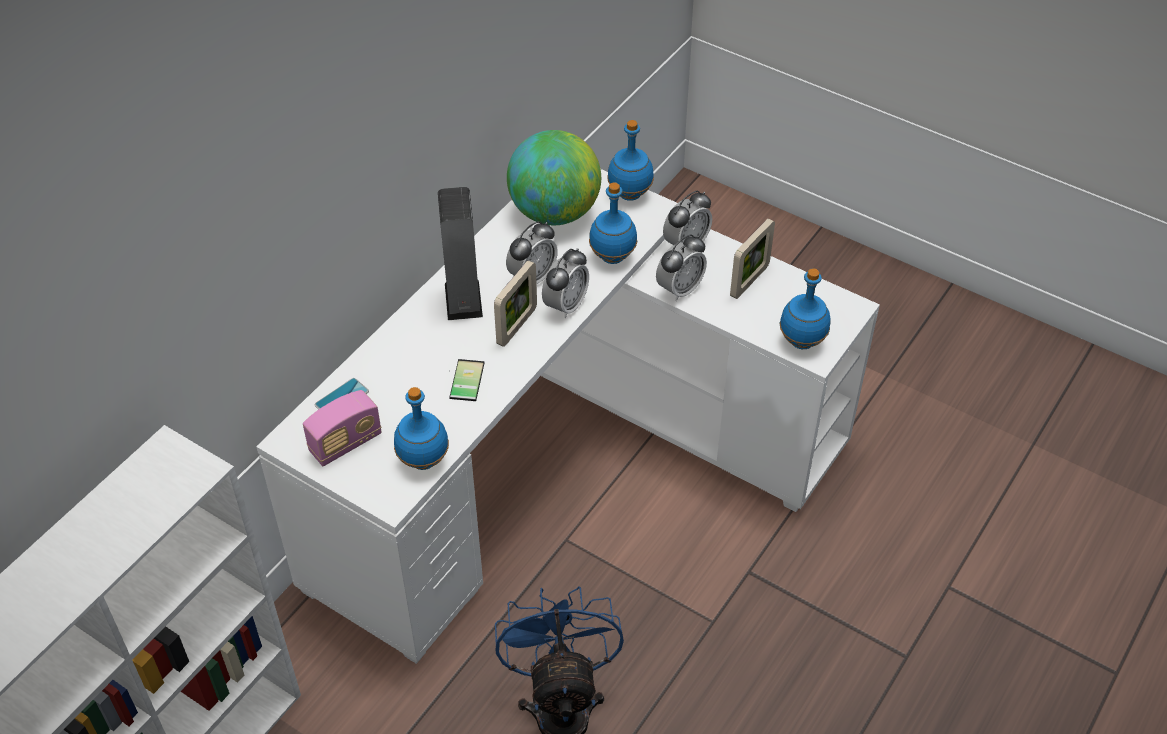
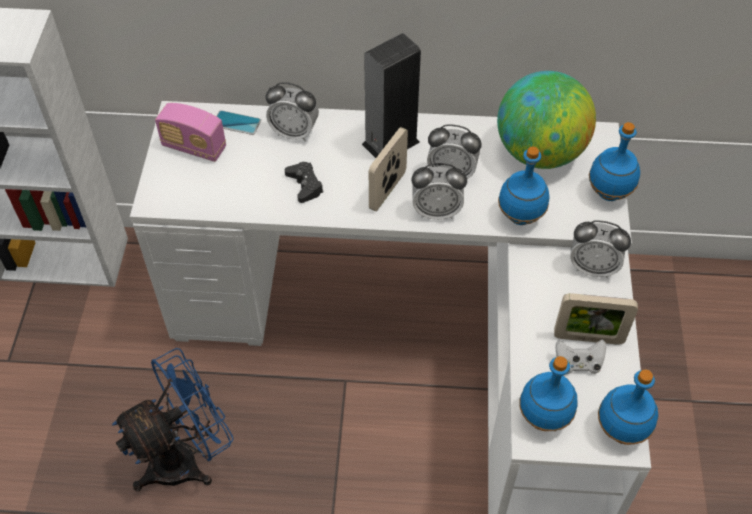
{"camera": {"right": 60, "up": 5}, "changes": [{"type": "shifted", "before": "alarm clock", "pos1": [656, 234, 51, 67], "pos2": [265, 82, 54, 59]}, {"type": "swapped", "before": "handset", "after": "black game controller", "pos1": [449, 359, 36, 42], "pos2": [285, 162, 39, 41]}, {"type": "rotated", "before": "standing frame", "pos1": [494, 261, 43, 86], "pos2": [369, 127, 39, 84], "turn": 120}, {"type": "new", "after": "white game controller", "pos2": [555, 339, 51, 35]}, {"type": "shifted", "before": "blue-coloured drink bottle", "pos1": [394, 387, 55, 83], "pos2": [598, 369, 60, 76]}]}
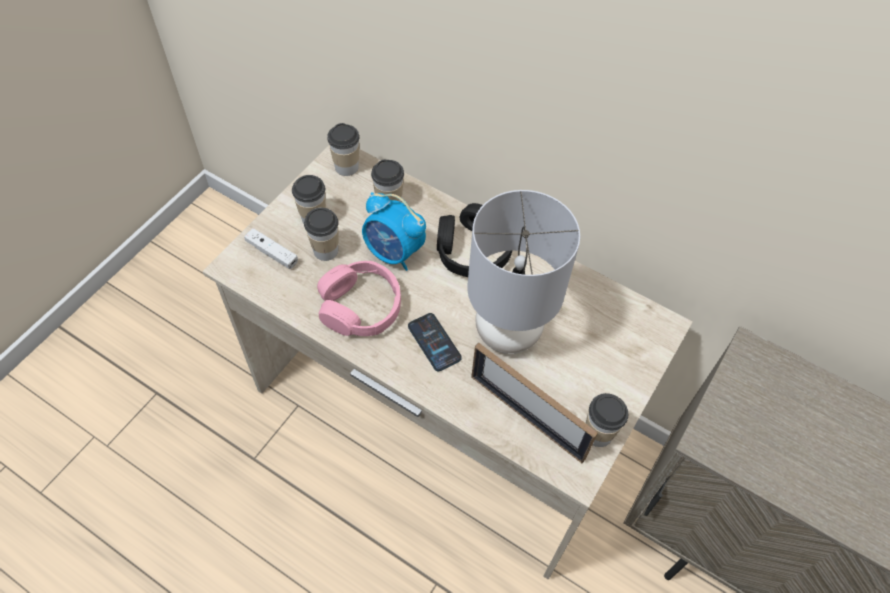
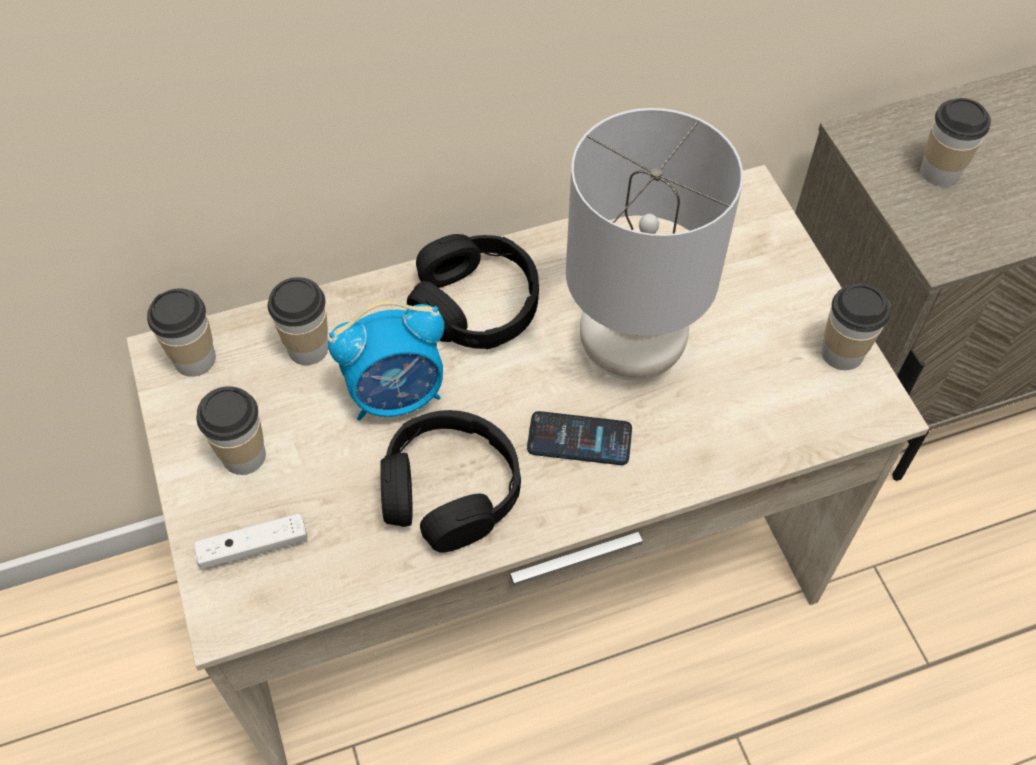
{"camera": {"right": -50, "up": 0}, "changes": [{"type": "repainted", "before": "pink pair of headphones", "after": "black pair of headphones", "pos1": [317, 261, 84, 75], "pos2": [380, 410, 141, 143]}, {"type": "shifted", "before": "drinking cup", "pos1": [304, 208, 35, 53], "pos2": [920, 98, 71, 89]}, {"type": "gone", "before": "standing frame", "pos1": [471, 343, 127, 120]}]}
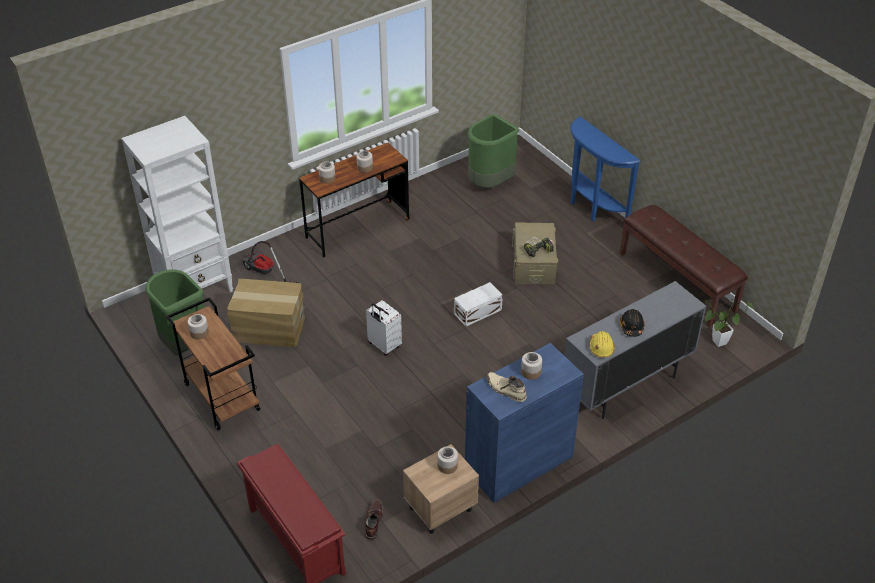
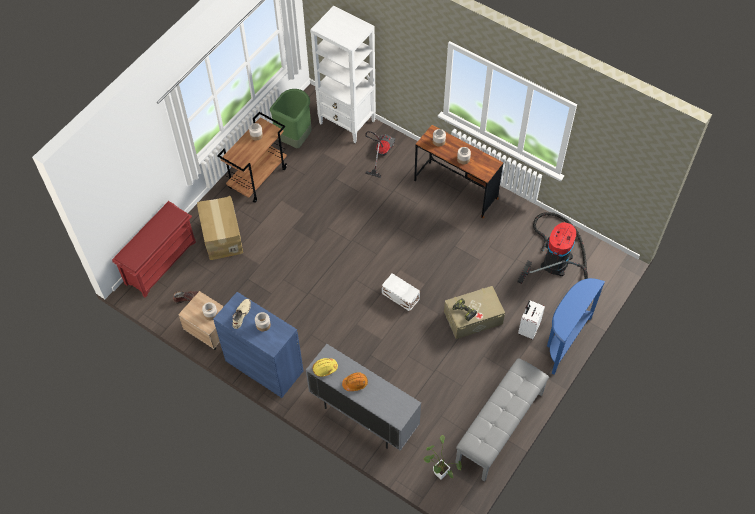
{"camera": {"right": 70, "up": 15}, "changes": [{"type": "shifted", "before": "packing box", "pos1": [227, 279, 78, 68], "pos2": [197, 196, 46, 64]}, {"type": "repainted", "before": "black work helmet", "after": "orange-coloured work helmet", "pos1": [620, 309, 25, 28], "pos2": [342, 372, 26, 19]}, {"type": "repainted", "before": "brownish bench", "after": "grey bench", "pos1": [620, 205, 128, 122], "pos2": [455, 358, 94, 124]}, {"type": "swapped", "before": "green rubbish bin", "after": "vacuum cleaner", "pos1": [468, 114, 51, 74], "pos2": [518, 212, 70, 72]}, {"type": "shifted", "before": "white suitcase", "pos1": [366, 300, 36, 56], "pos2": [518, 300, 27, 39]}]}
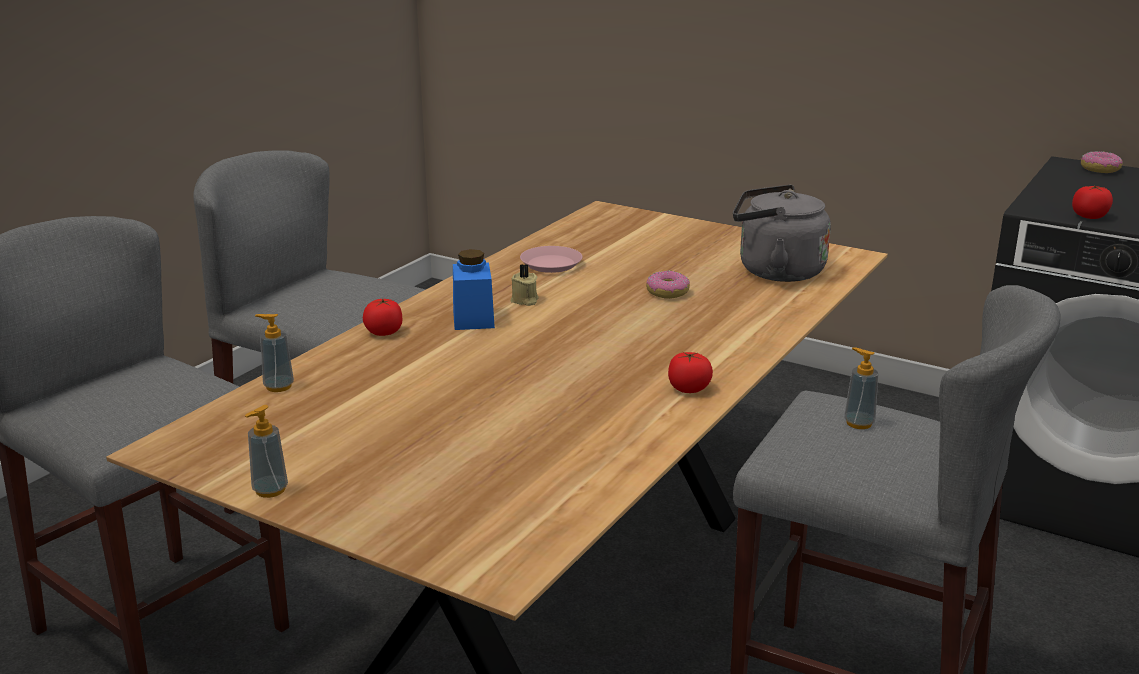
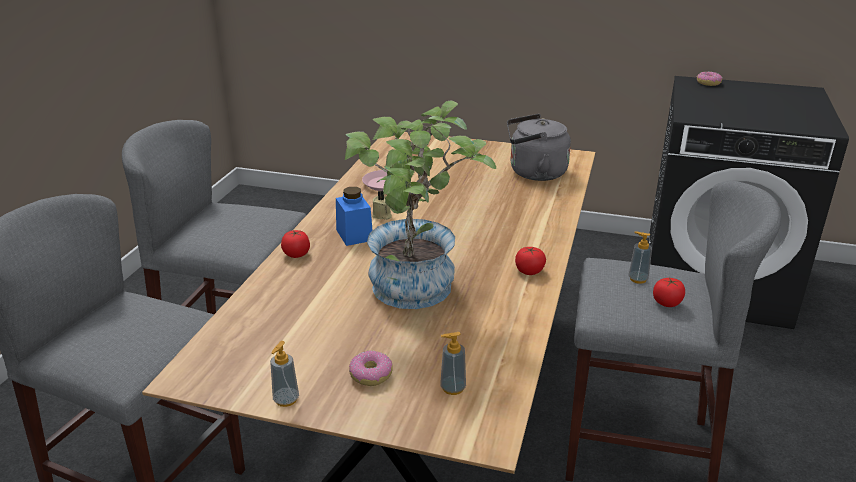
{"camera": {"right": -15, "up": 5}, "changes": [{"type": "new", "after": "houseplant", "pos2": [345, 100, 151, 209]}, {"type": "shifted", "before": "ring doughnut", "pos1": [646, 270, 44, 29], "pos2": [349, 351, 44, 35]}, {"type": "shifted", "before": "soap bottle", "pos1": [255, 314, 39, 78], "pos2": [440, 332, 26, 63]}, {"type": "shifted", "before": "fresh tomato", "pos1": [1072, 186, 41, 33], "pos2": [653, 278, 32, 29]}]}
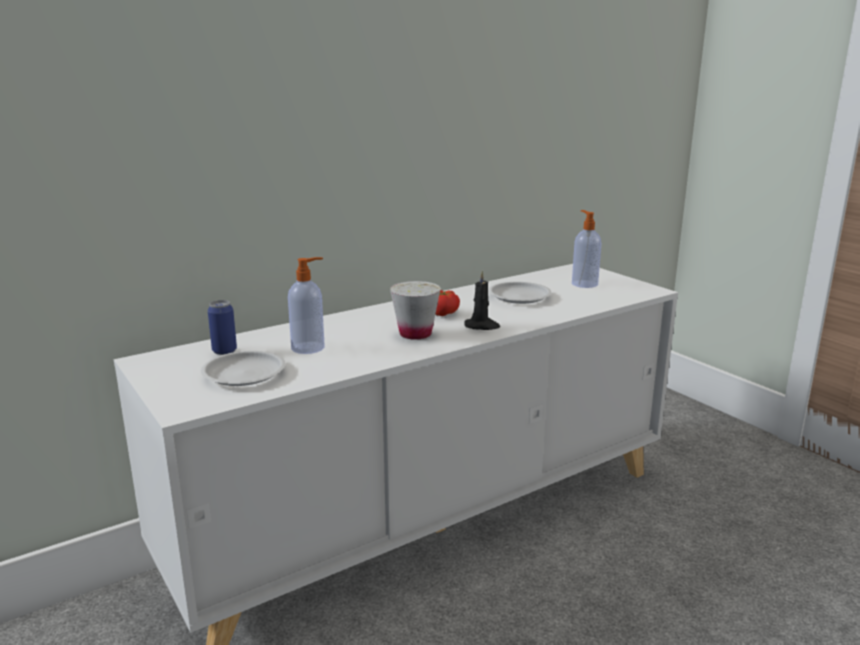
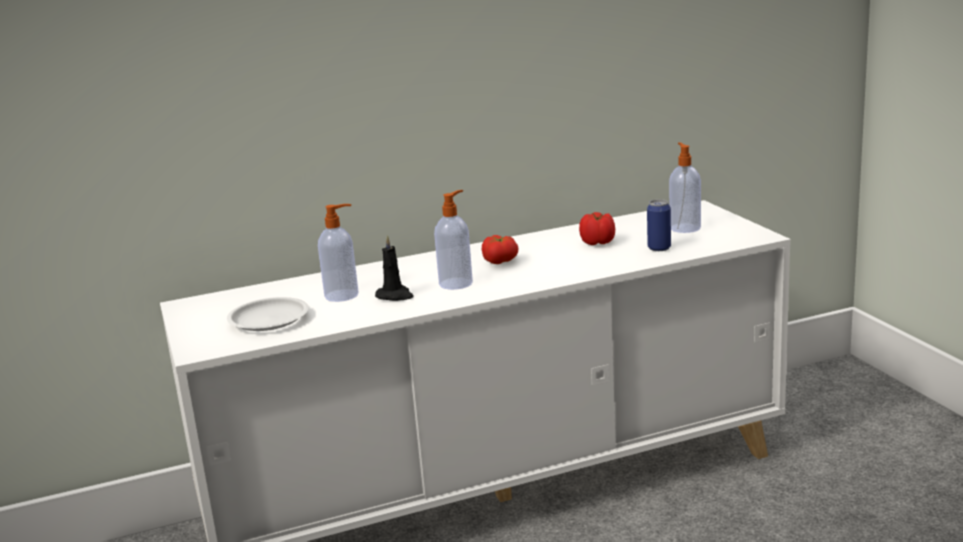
{"camera": {"right": 15, "up": 0}, "changes": [{"type": "shifted", "before": "black wax light", "pos1": [464, 271, 36, 59], "pos2": [375, 235, 39, 66]}, {"type": "swapped", "before": "white drinking cup", "after": "soap bottle", "pos1": [390, 281, 51, 59], "pos2": [434, 190, 39, 100]}, {"type": "swapped", "before": "white flat dish", "after": "fresh tomato", "pos1": [488, 282, 64, 22], "pos2": [579, 212, 36, 33]}, {"type": "shifted", "before": "can", "pos1": [208, 300, 29, 55], "pos2": [647, 199, 24, 52]}]}
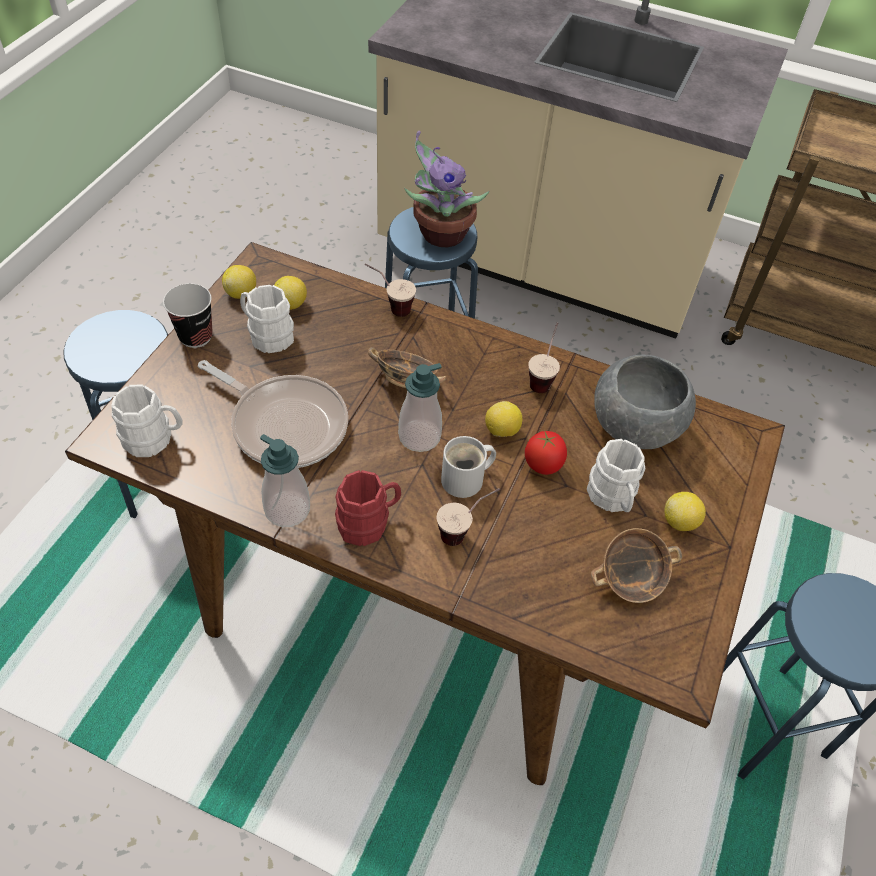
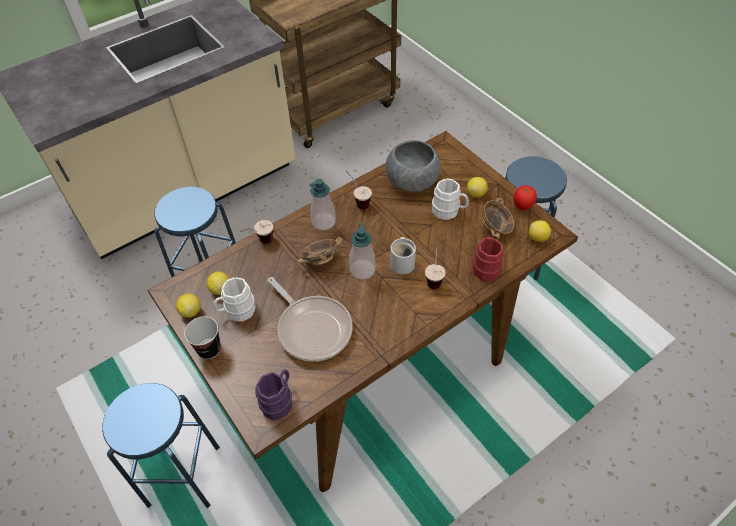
{"camera": {"right": -55, "up": 0}, "changes": [{"type": "repainted", "before": "white tea mug", "after": "purplish tea mug", "pos1": [111, 384, 71, 73], "pos2": [255, 369, 37, 51]}, {"type": "rotated", "before": "pan", "pos1": [198, 360, 150, 108], "pos2": [267, 277, 86, 85], "turn": 75}, {"type": "shifted", "before": "soap bottle", "pos1": [260, 434, 50, 93], "pos2": [309, 179, 27, 51]}, {"type": "shifted", "before": "reddish tea mug", "pos1": [335, 470, 66, 76], "pos2": [473, 236, 31, 46]}, {"type": "shifted", "before": "fresh tomato", "pos1": [525, 430, 42, 45], "pos2": [513, 185, 24, 25]}, {"type": "shifted", "before": "lemon", "pos1": [485, 401, 37, 36], "pos2": [529, 220, 22, 22]}, {"type": "gone", "before": "houseplant", "pos1": [404, 130, 85, 117]}]}
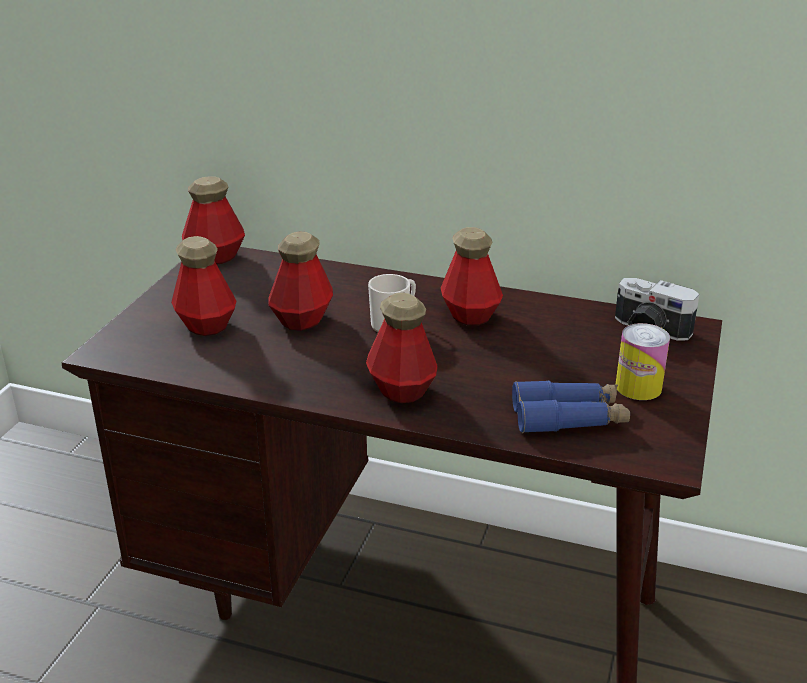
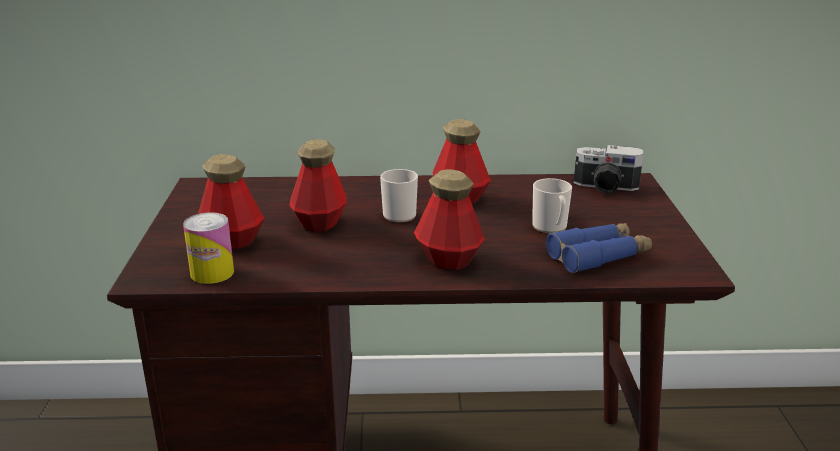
{"camera": {"right": -20, "up": -5}, "changes": [{"type": "shifted", "before": "can", "pos1": [615, 323, 55, 77], "pos2": [183, 212, 51, 72]}, {"type": "new", "after": "tea mug", "pos2": [532, 178, 40, 55]}, {"type": "gone", "before": "drink bottle", "pos1": [182, 176, 63, 88]}]}
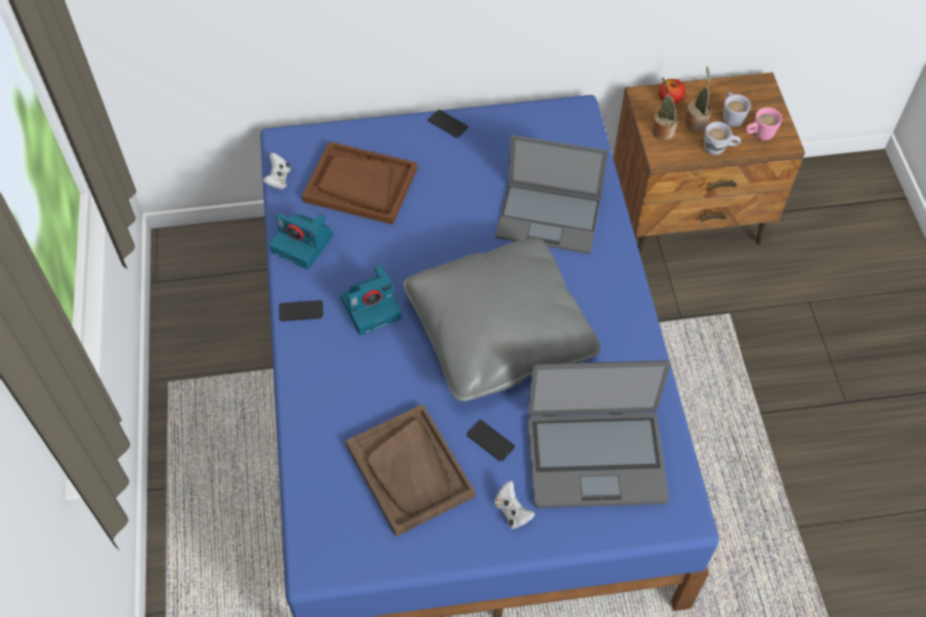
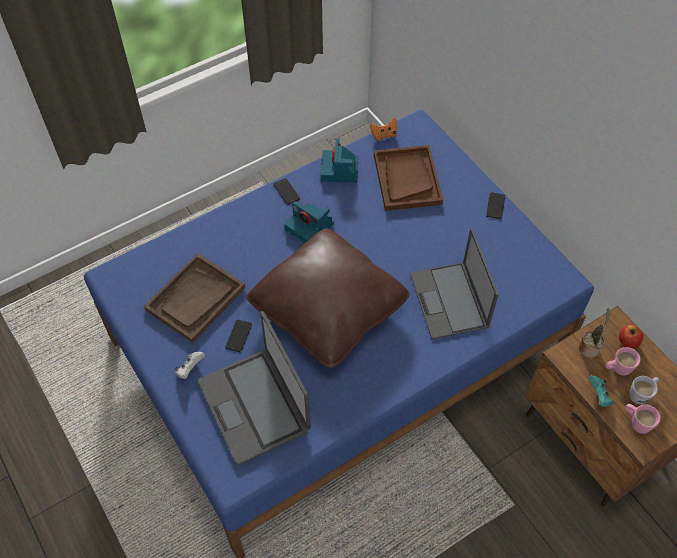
{"camera": {"right": 65, "up": 0}, "changes": [{"type": "repainted", "before": "grey pillow", "after": "brownish pillow", "pos1": [403, 238, 198, 163], "pos2": [246, 229, 164, 139]}, {"type": "repainted", "before": "white game controller", "after": "orange-coloured game controller", "pos1": [263, 153, 27, 36], "pos2": [370, 118, 27, 23]}, {"type": "swapped", "before": "white tea mug", "after": "blue-green game controller", "pos1": [704, 122, 37, 33], "pos2": [588, 375, 25, 32]}, {"type": "swapped", "before": "houseplant", "after": "pink tea mug", "pos1": [685, 66, 26, 65], "pos2": [605, 347, 36, 29]}]}
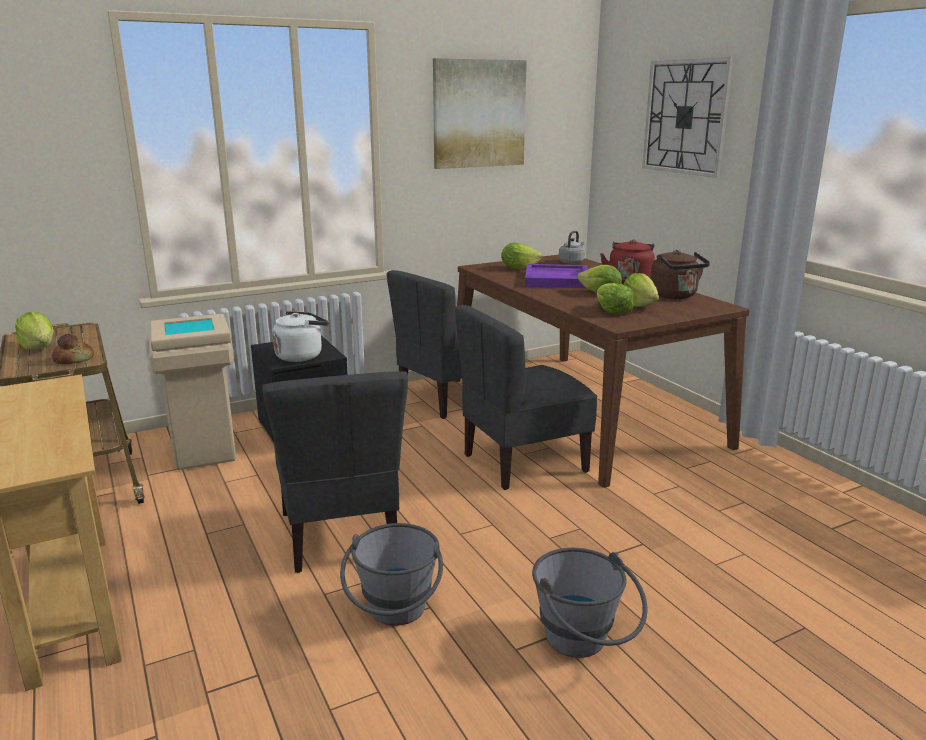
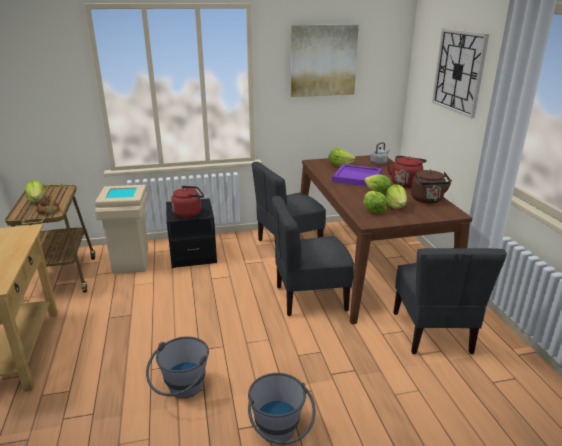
{"camera": {"right": 15, "up": 5}, "changes": [{"type": "repainted", "before": "white tea kettle", "after": "reddish tea kettle", "pos1": [273, 311, 56, 51], "pos2": [171, 186, 33, 32]}, {"type": "shifted", "before": "grey chair", "pos1": [262, 371, 146, 202], "pos2": [393, 248, 114, 106]}]}
